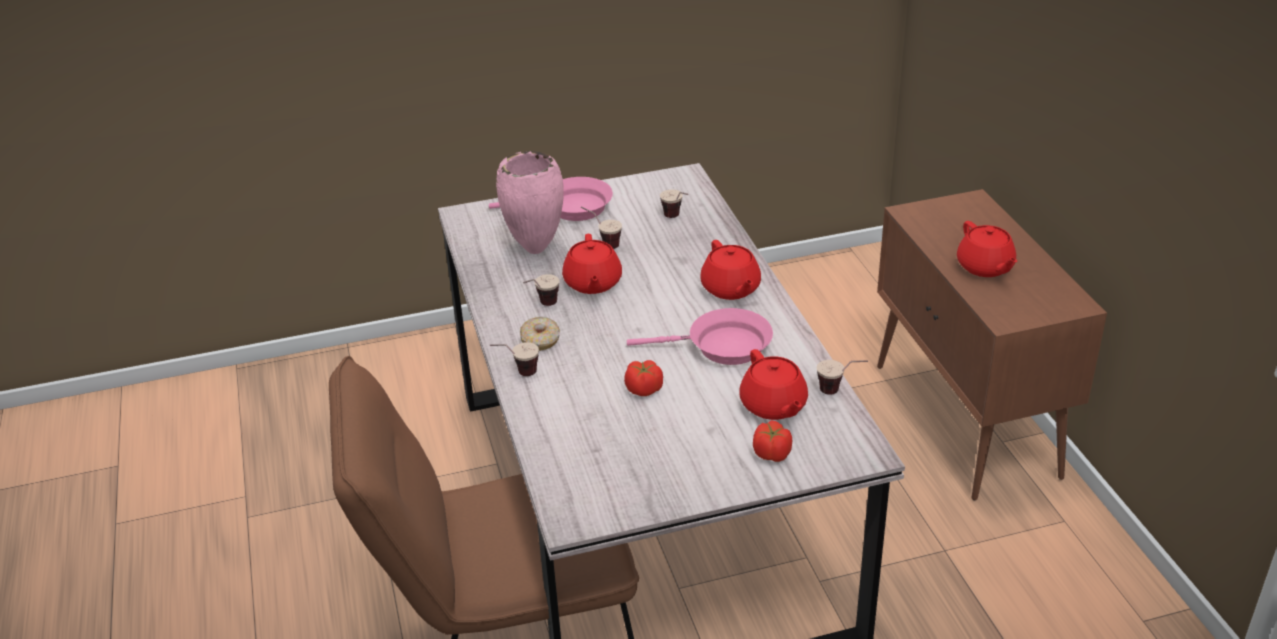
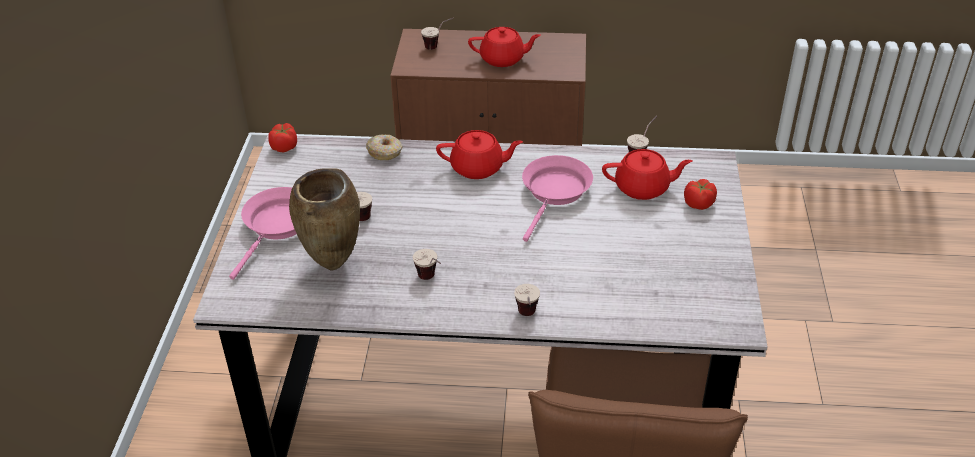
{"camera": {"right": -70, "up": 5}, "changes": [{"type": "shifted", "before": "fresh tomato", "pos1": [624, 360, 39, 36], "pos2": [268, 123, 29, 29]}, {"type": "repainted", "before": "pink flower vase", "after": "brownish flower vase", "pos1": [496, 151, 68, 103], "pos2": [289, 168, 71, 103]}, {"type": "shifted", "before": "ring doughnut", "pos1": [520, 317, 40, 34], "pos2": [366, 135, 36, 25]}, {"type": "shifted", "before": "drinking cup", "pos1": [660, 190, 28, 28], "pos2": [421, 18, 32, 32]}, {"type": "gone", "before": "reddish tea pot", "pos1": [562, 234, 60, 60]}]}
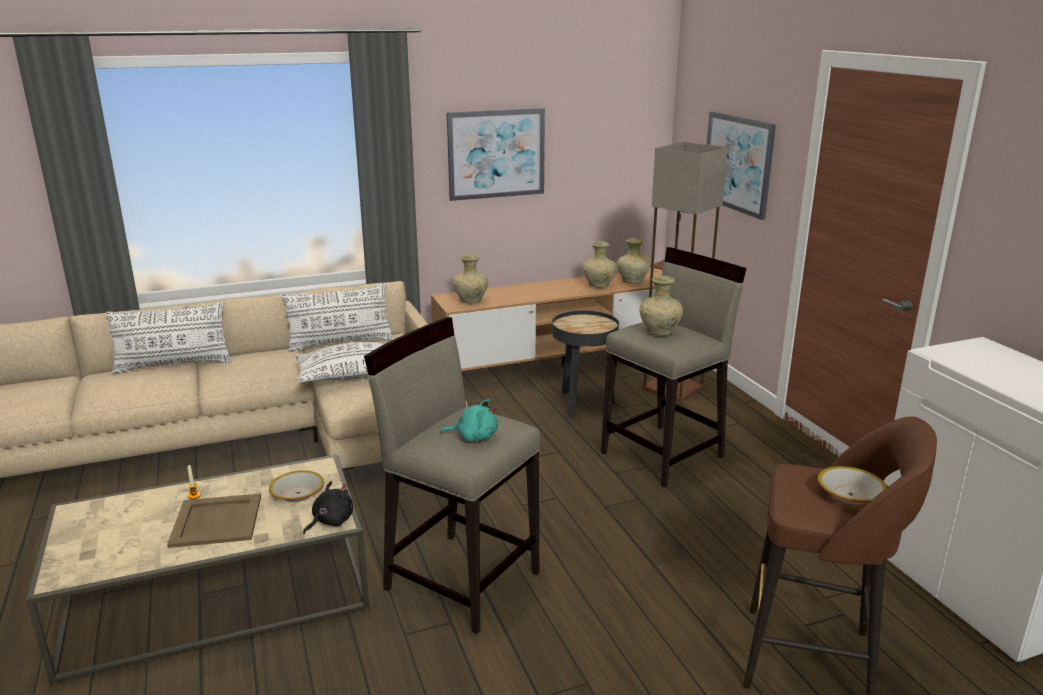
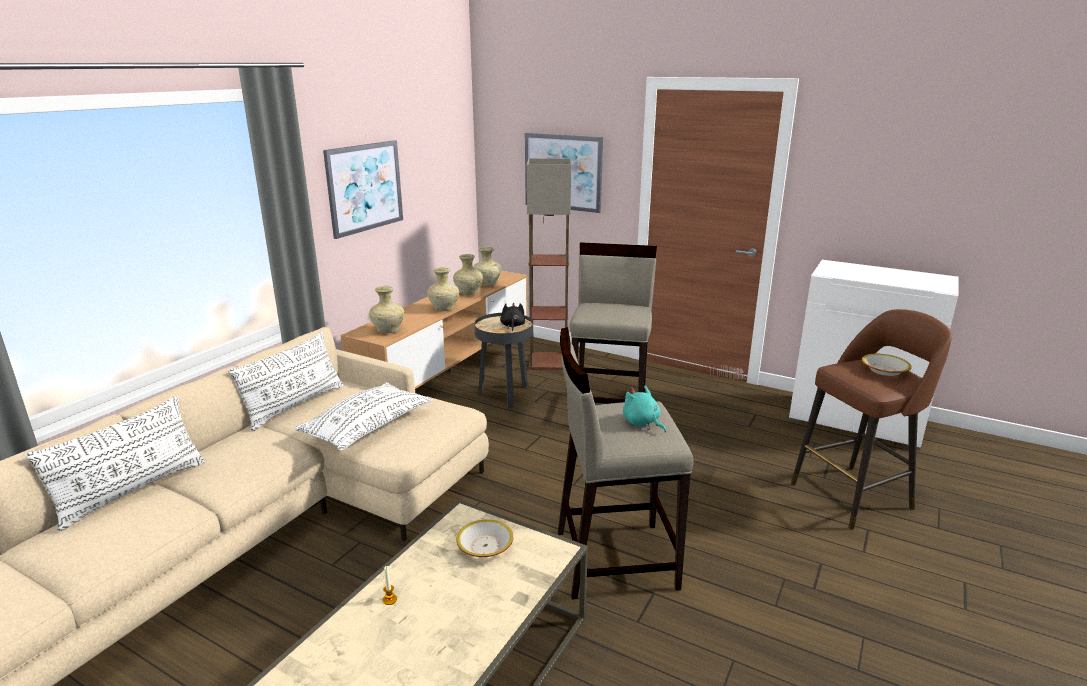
{"camera": {"right": -40, "up": 0}, "changes": [{"type": "shifted", "before": "sand-coloured flower vase", "pos1": [639, 276, 44, 60], "pos2": [427, 267, 32, 44]}, {"type": "shifted", "before": "black soft toy", "pos1": [303, 481, 50, 53], "pos2": [500, 303, 25, 28]}, {"type": "rotated", "before": "blue-green soft toy", "pos1": [440, 399, 58, 42], "pos2": [623, 386, 43, 47], "turn": -90}, {"type": "gone", "before": "sand-coloured carrying tray", "pos1": [167, 493, 94, 55]}]}
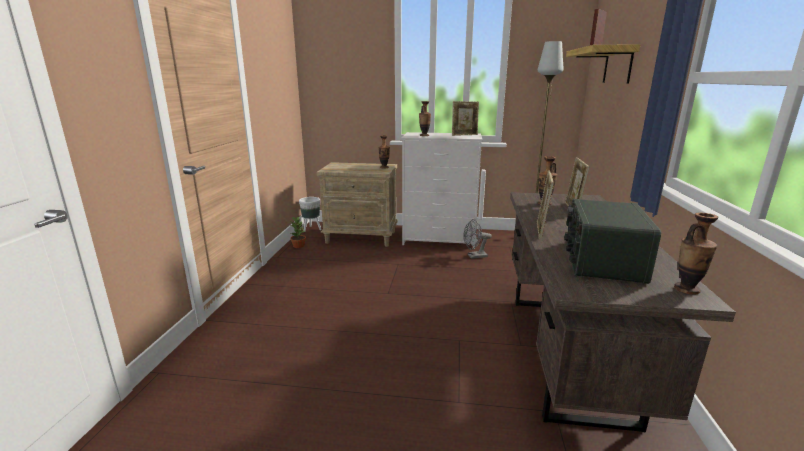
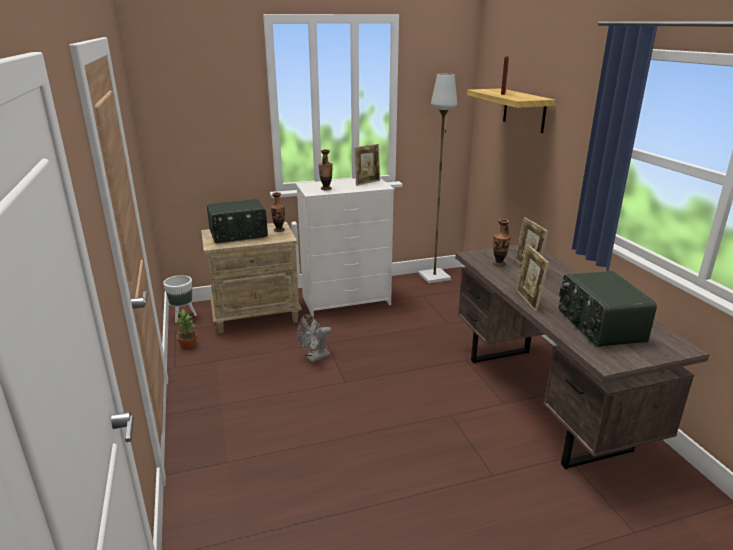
{"camera": {"right": -25, "up": 5}, "changes": [{"type": "new", "after": "radio receiver", "pos2": [207, 199, 61, 44]}, {"type": "shifted", "before": "grey electric fan", "pos1": [463, 219, 29, 40], "pos2": [297, 314, 35, 49]}, {"type": "gone", "before": "flower vase", "pos1": [674, 212, 45, 83]}]}
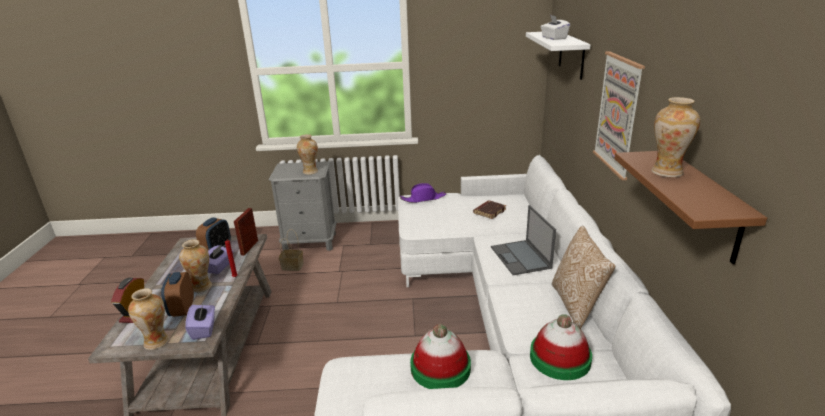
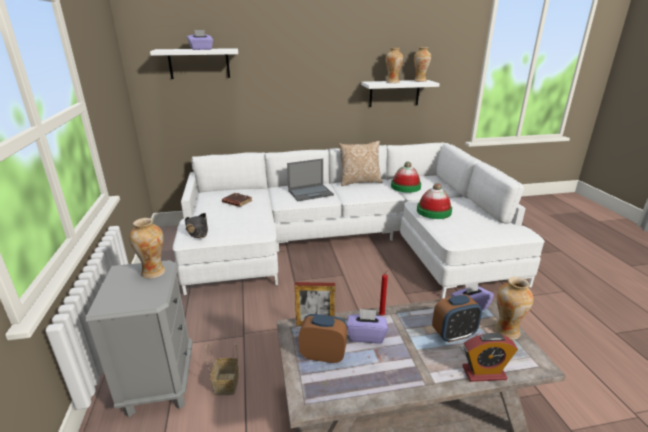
{"camera": {"right": -100, "up": 0}, "changes": [{"type": "repainted", "before": "purplish wearable hat", "after": "black wearable hat", "pos1": [400, 183, 46, 20], "pos2": [185, 213, 23, 25]}, {"type": "repainted", "before": "white tissue box", "after": "purplish tissue box", "pos1": [540, 15, 30, 25], "pos2": [187, 30, 26, 20]}, {"type": "repainted", "before": "brownish shelf", "after": "white shelf", "pos1": [614, 151, 153, 113], "pos2": [361, 80, 79, 27]}, {"type": "shifted", "before": "flower vase", "pos1": [179, 239, 33, 53], "pos2": [414, 47, 17, 35]}, {"type": "gone", "before": "picture", "pos1": [593, 51, 52, 129]}]}
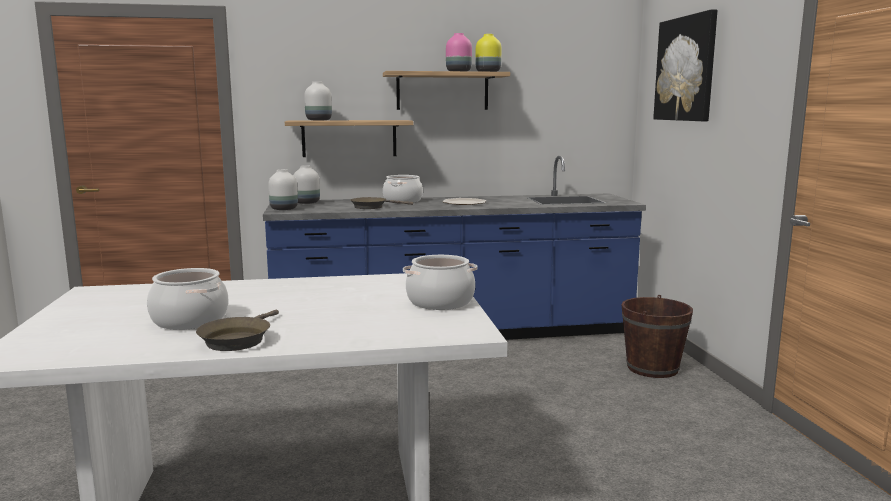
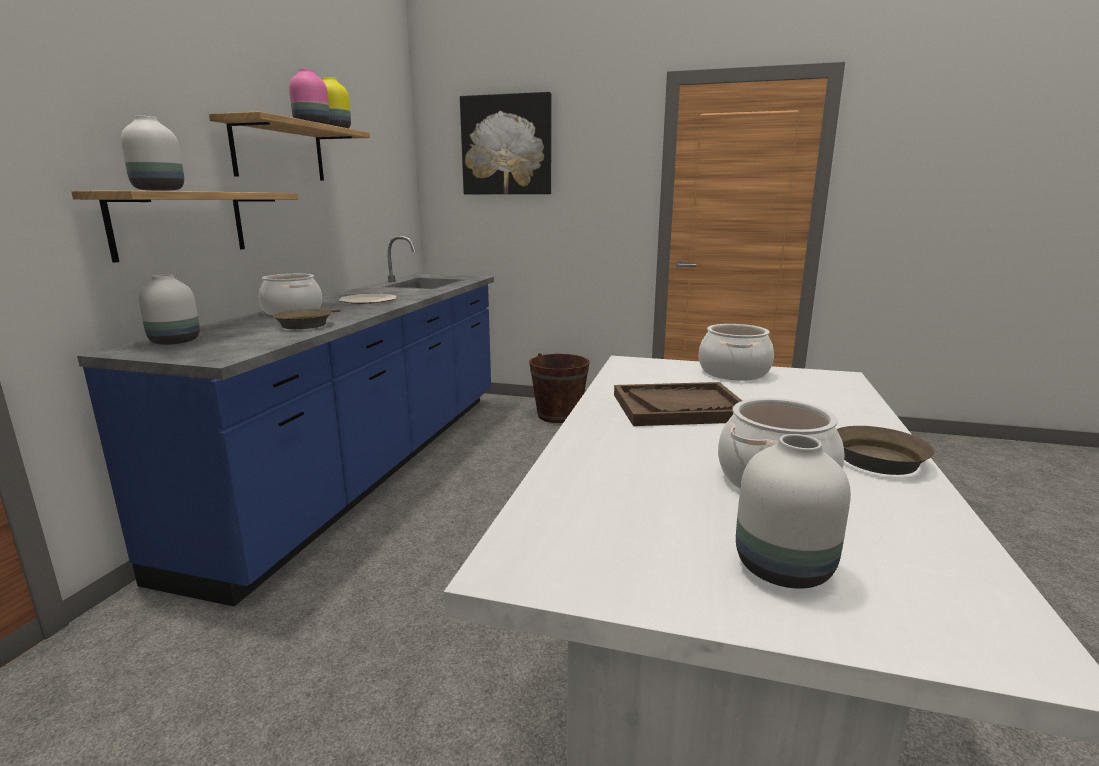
{"camera": {"right": -65, "up": 5}, "changes": [{"type": "new", "after": "brownish carrying tray", "pos2": [614, 382, 128, 44]}, {"type": "shifted", "before": "white flower vase", "pos1": [268, 169, 30, 41], "pos2": [736, 434, 115, 155]}]}
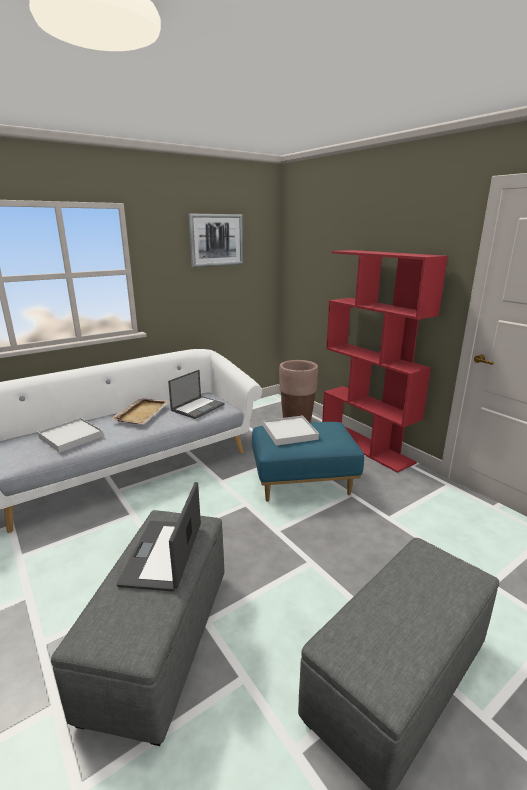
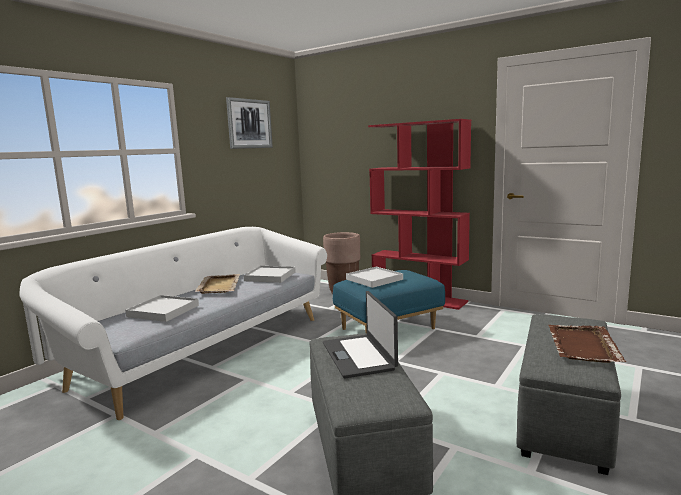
{"camera": {"right": -20, "up": -10}, "changes": [{"type": "swapped", "before": "notebook computer", "after": "white carrying tray", "pos1": [168, 370, 56, 49], "pos2": [243, 266, 53, 17]}, {"type": "new", "after": "brownish carrying tray", "pos2": [548, 325, 78, 38]}]}
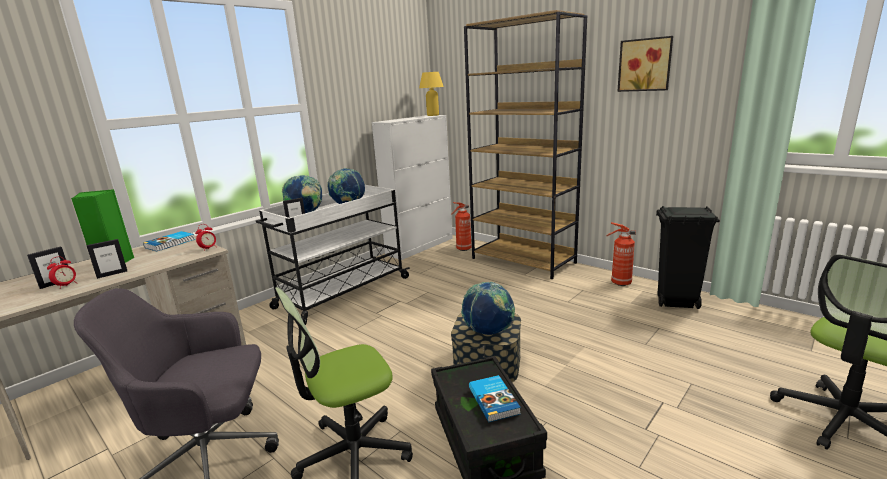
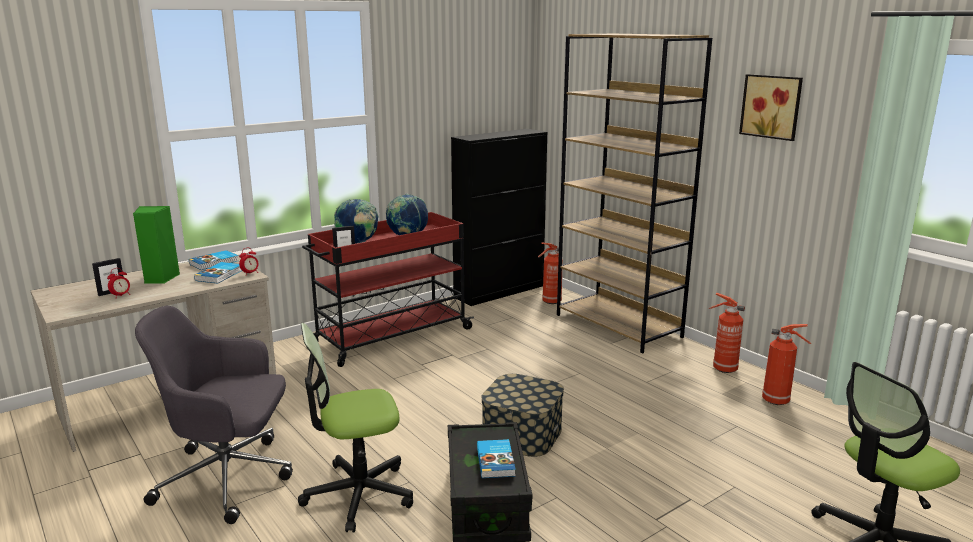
{"camera": {"right": 10, "up": 0}, "changes": [{"type": "new", "after": "bound book", "pos2": [194, 262, 48, 22]}, {"type": "repainted", "before": "white cart", "after": "reddish cart", "pos1": [256, 185, 154, 140], "pos2": [302, 212, 172, 155]}, {"type": "repainted", "before": "white storage cabinet", "after": "black storage cabinet", "pos1": [372, 115, 81, 145], "pos2": [451, 129, 96, 177]}, {"type": "swapped", "before": "black rubbish bin", "after": "extinguisher", "pos1": [656, 206, 64, 103], "pos2": [762, 324, 49, 81]}, {"type": "gone", "before": "standing frame", "pos1": [86, 239, 41, 40]}, {"type": "gone", "before": "yellow tabletop lamp", "pos1": [419, 72, 25, 44]}, {"type": "gone", "before": "globe", "pos1": [461, 282, 54, 53]}]}
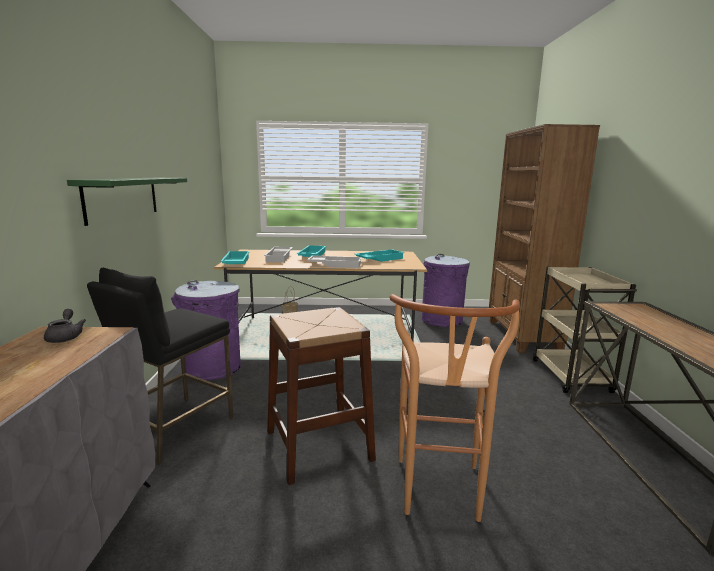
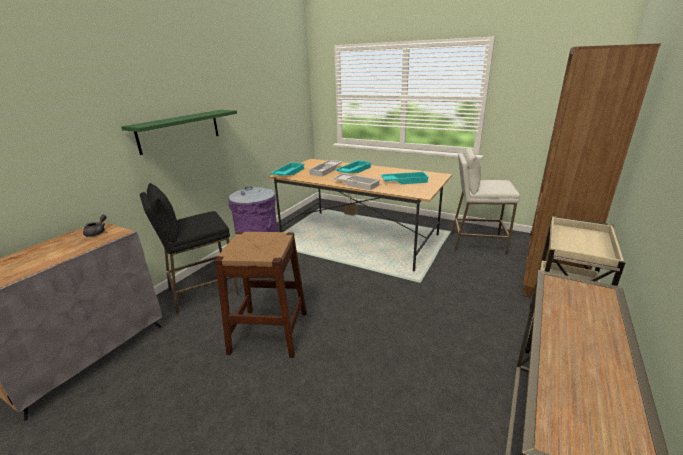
{"camera": {"right": 30, "up": 10}, "changes": [{"type": "swapped", "before": "purplish rubbish bin", "after": "white sitting stool", "pos1": [421, 254, 49, 73], "pos2": [451, 147, 69, 107]}, {"type": "gone", "before": "brownish sitting stool", "pos1": [389, 294, 131, 228]}]}
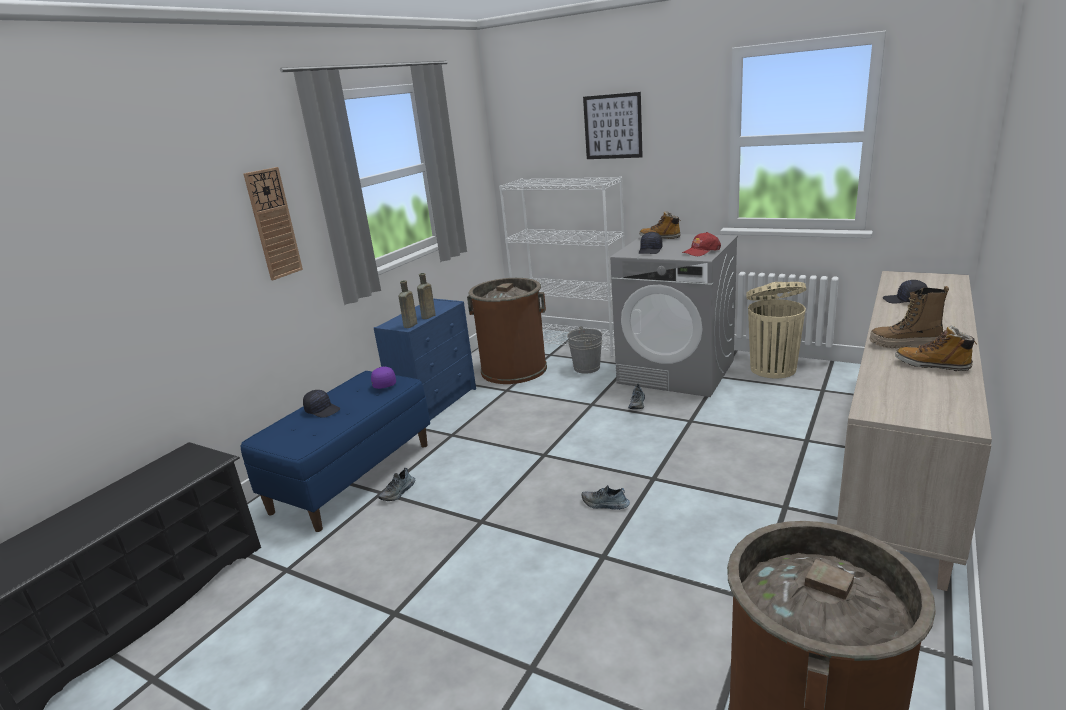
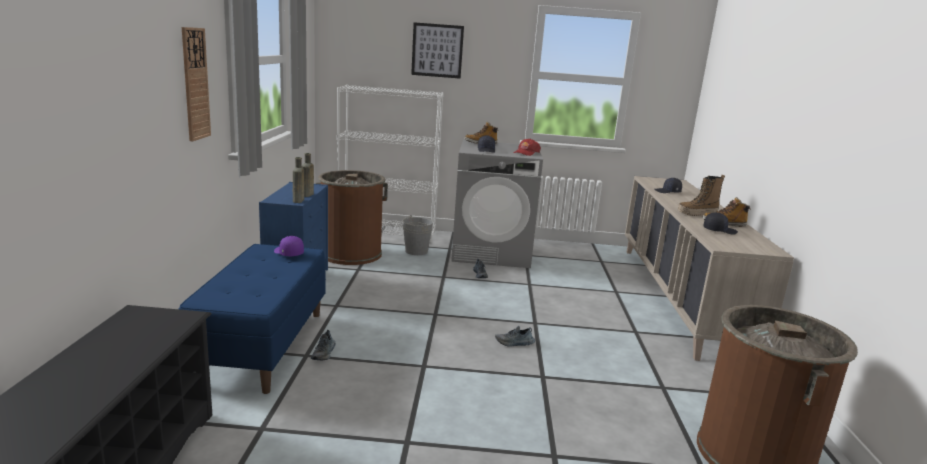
{"camera": {"right": -30, "up": -5}, "changes": [{"type": "shifted", "before": "black baseball cap", "pos1": [303, 390, 37, 28], "pos2": [704, 212, 34, 23]}, {"type": "gone", "before": "sand-coloured rubbish bin", "pos1": [746, 282, 61, 96]}]}
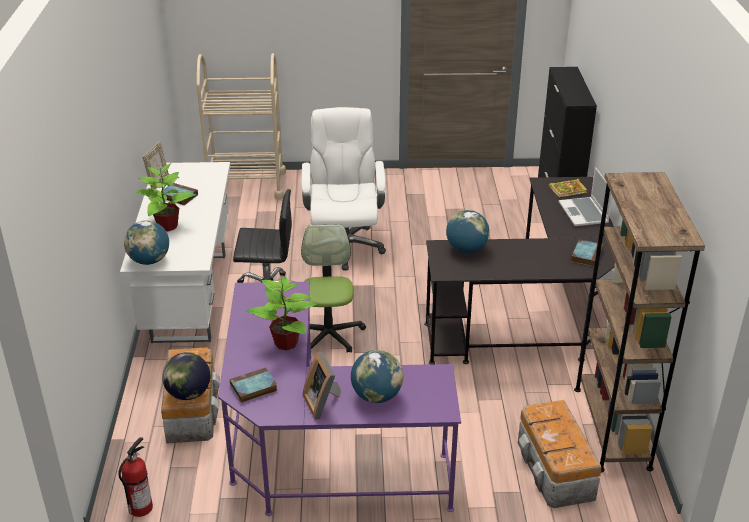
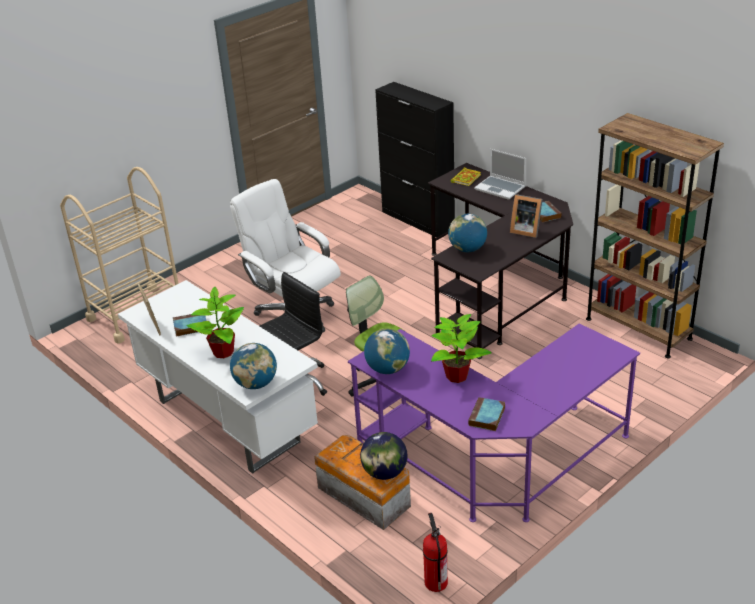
{"camera": {"right": -40, "up": 0}, "changes": [{"type": "shifted", "before": "globe", "pos1": [351, 350, 52, 53], "pos2": [364, 328, 46, 46]}, {"type": "shifted", "before": "standing frame", "pos1": [303, 352, 38, 67], "pos2": [510, 194, 33, 44]}, {"type": "gone", "before": "storage bin", "pos1": [518, 400, 84, 108]}]}
